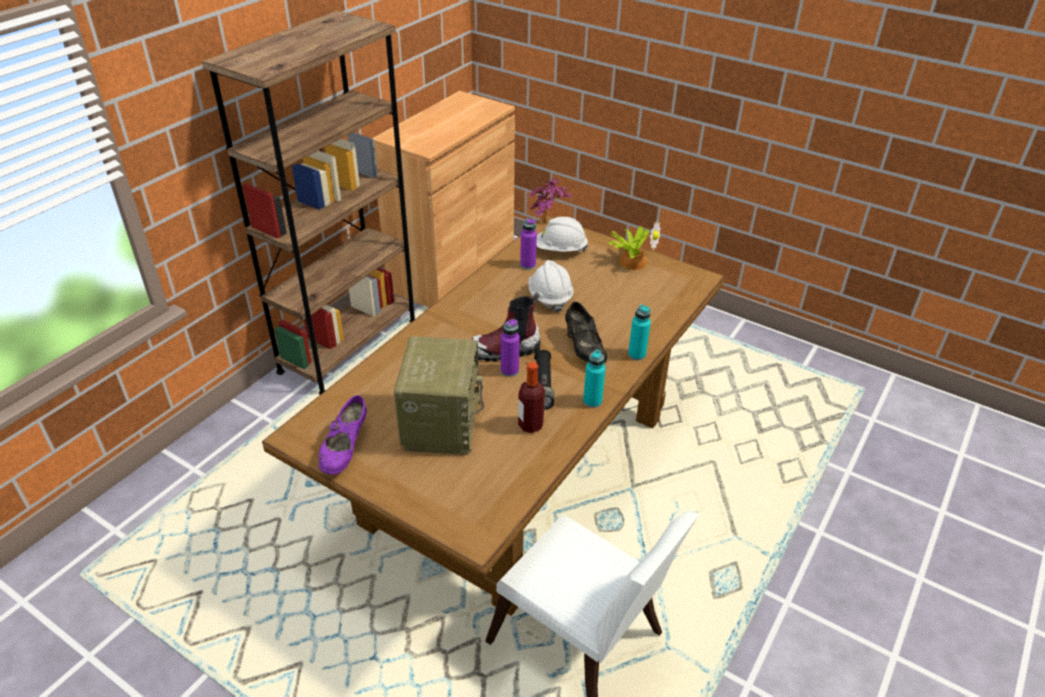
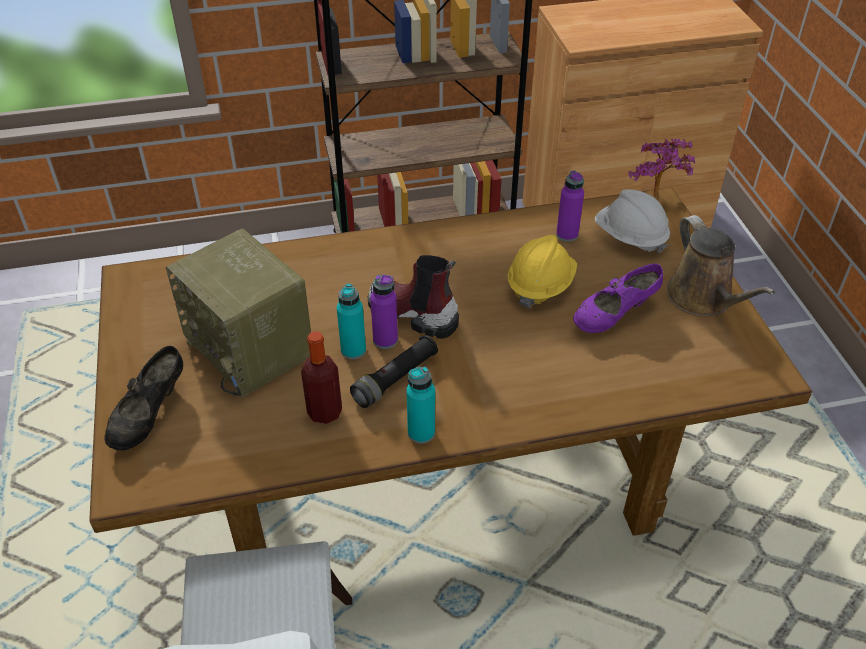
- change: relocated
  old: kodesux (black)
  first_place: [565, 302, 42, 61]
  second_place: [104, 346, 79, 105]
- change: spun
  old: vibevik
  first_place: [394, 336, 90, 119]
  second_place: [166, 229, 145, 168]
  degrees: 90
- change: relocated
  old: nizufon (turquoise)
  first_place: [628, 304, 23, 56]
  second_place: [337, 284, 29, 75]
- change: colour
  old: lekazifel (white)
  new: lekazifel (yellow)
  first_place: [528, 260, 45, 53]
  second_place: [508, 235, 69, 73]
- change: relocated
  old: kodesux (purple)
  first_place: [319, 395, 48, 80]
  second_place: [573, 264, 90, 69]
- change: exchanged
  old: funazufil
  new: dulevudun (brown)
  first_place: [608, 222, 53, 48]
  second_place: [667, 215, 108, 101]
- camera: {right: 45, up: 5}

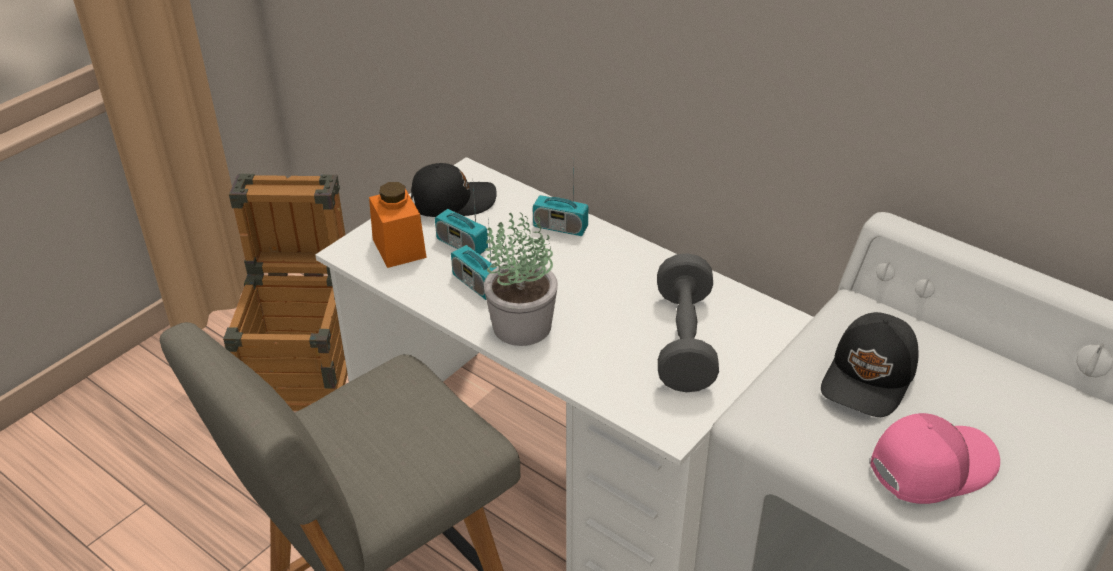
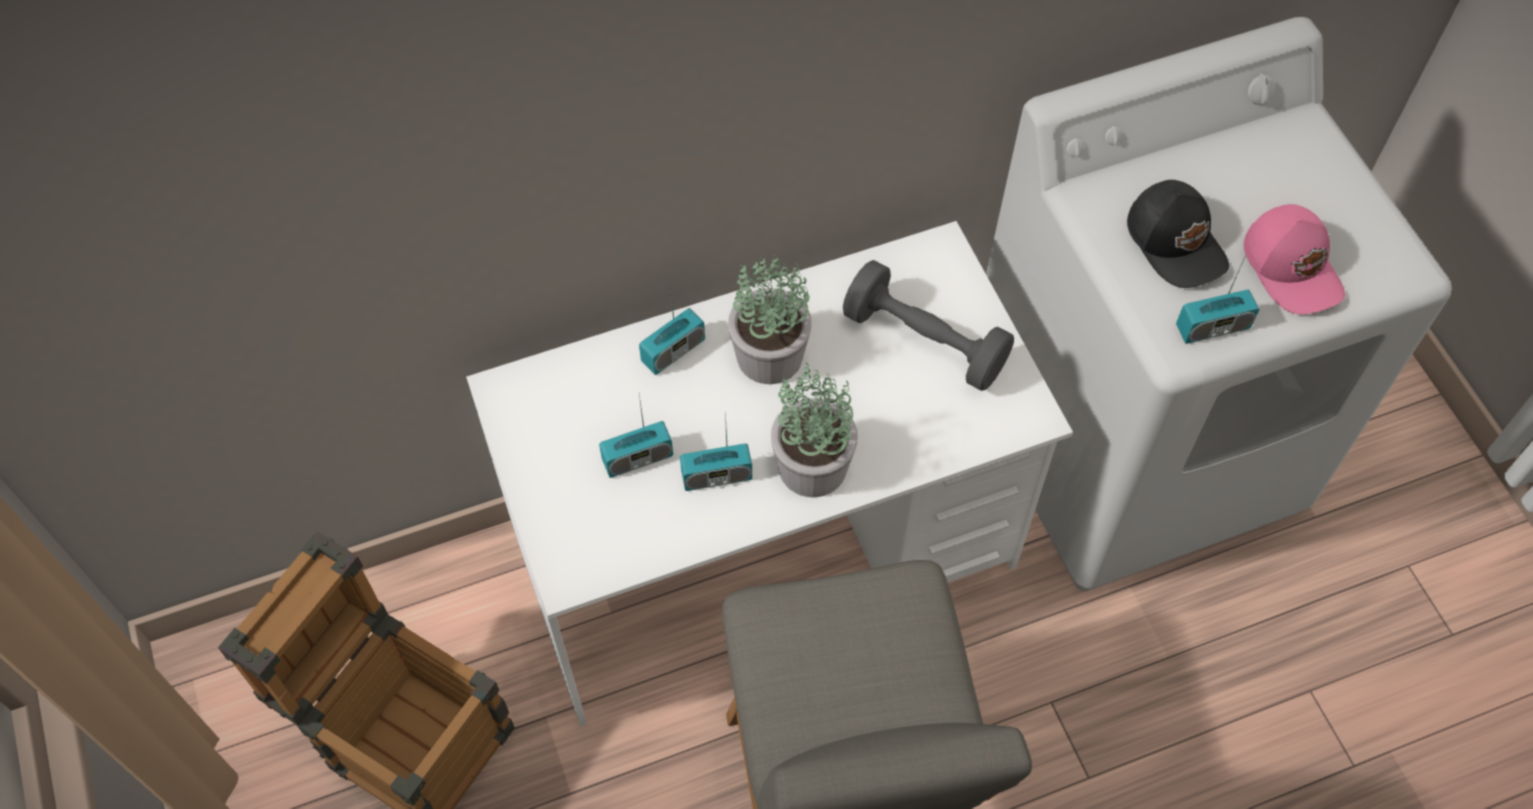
- change: appeared
  new: funazufil
  second_place: [728, 255, 84, 129]
- change: appeared
  new: vibevik
  second_place: [1176, 253, 83, 91]
- change: spun
  old: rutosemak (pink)
  first_place: [870, 413, 130, 91]
  second_place: [1244, 204, 101, 110]
  degrees: 150
- change: missing
  old: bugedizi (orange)
  first_place: [369, 182, 58, 86]
- change: missing
  old: rutosemak (black)
  first_place: [411, 163, 86, 54]
- camera: {right: -60, up: 20}

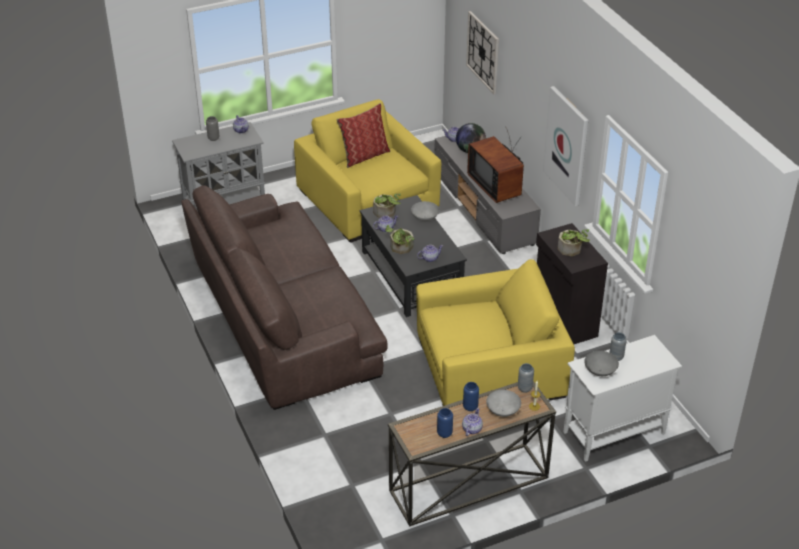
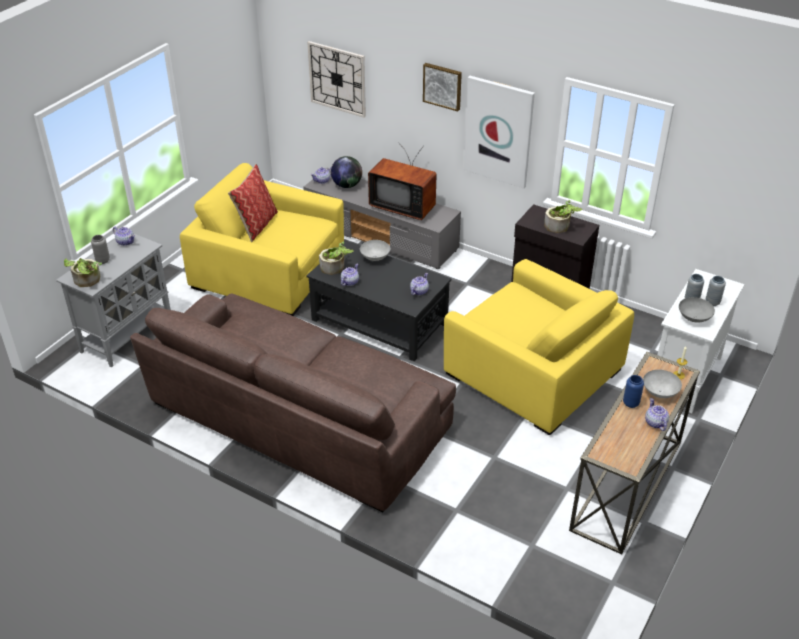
- change: relocated
  old: funazufil
  first_place: [386, 225, 28, 29]
  second_place: [64, 258, 38, 29]
- change: appeared
  new: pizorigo
  second_place: [423, 63, 39, 48]
- change: spun
  old: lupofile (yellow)
  first_place: [416, 259, 159, 147]
  second_place: [444, 259, 190, 176]
  degrees: 90
- change: relocated
  old: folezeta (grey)
  first_place: [518, 363, 16, 30]
  second_place: [706, 276, 20, 30]
- change: missing
  old: folezeta (blue)
  first_place: [437, 408, 16, 30]
- camera: {right: -35, up: 0}

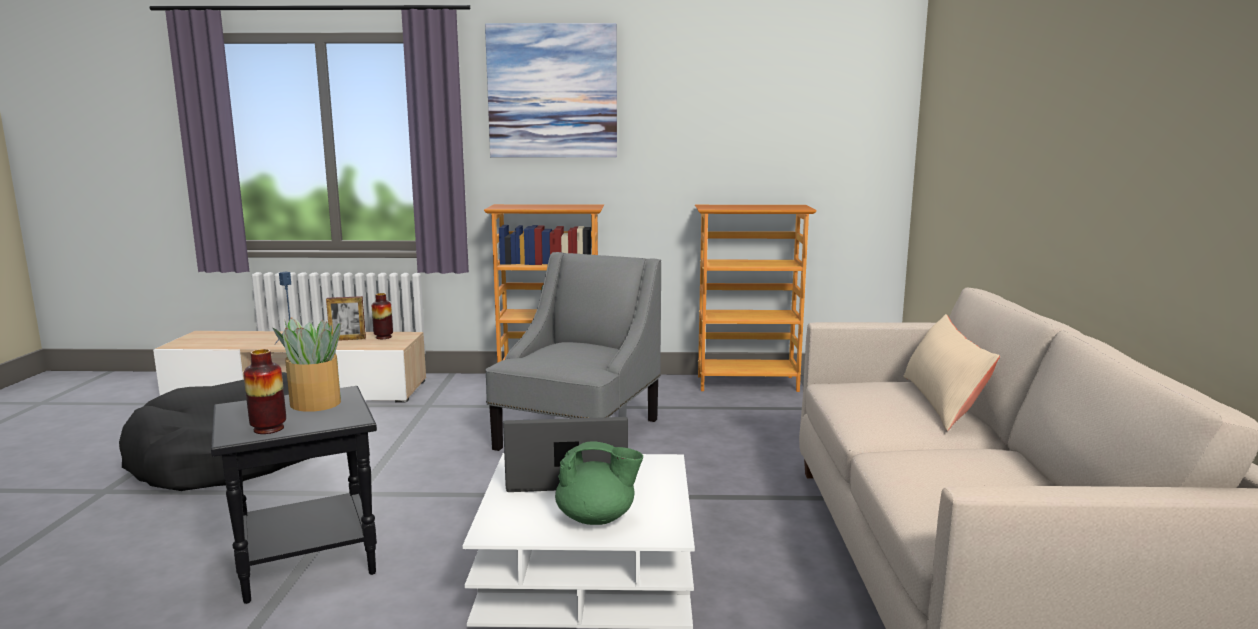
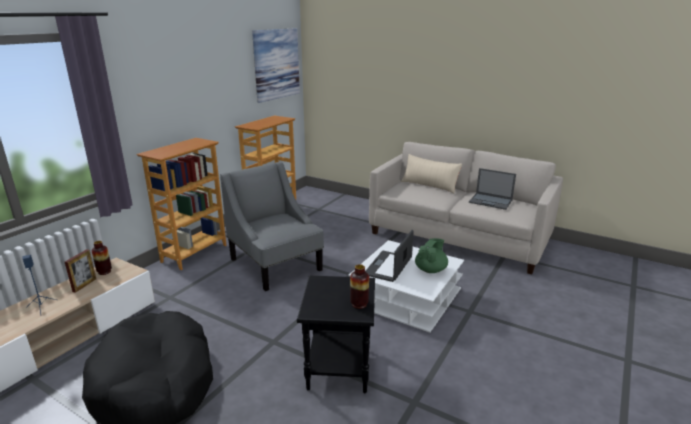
- change: relocated
  old: pizorigo
  first_place: [485, 23, 132, 135]
  second_place: [252, 28, 48, 75]
- change: appeared
  new: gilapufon
  second_place: [469, 168, 47, 42]
- change: missing
  old: funazufil
  first_place: [273, 317, 68, 95]
- camera: {right: -60, up: 10}

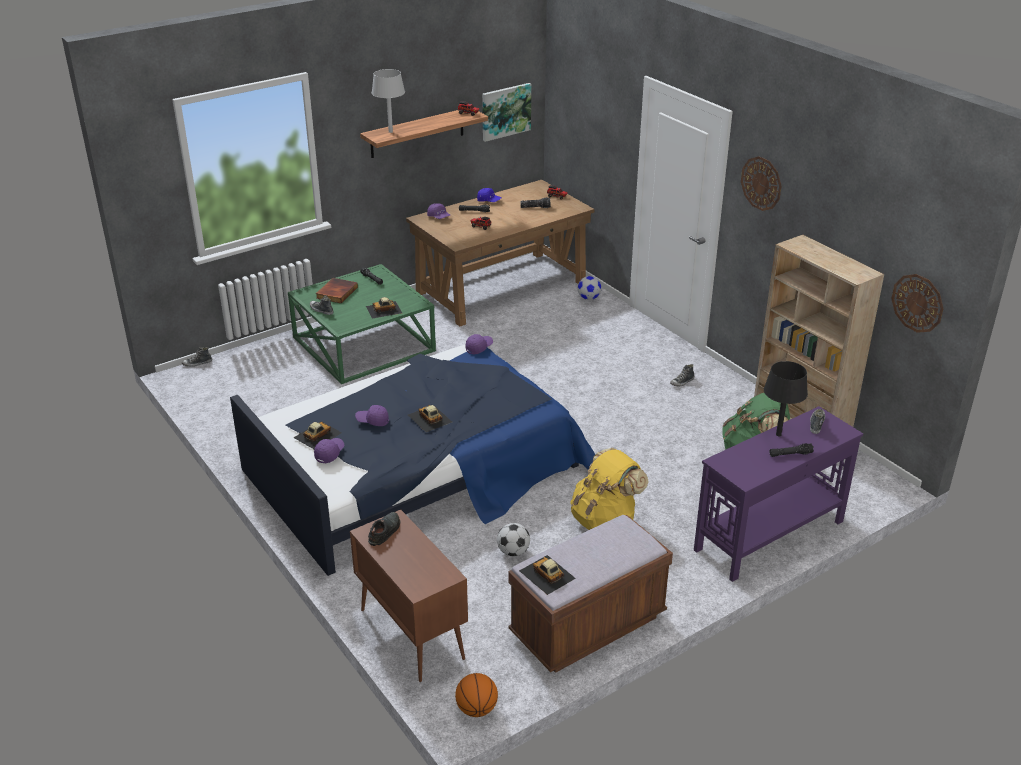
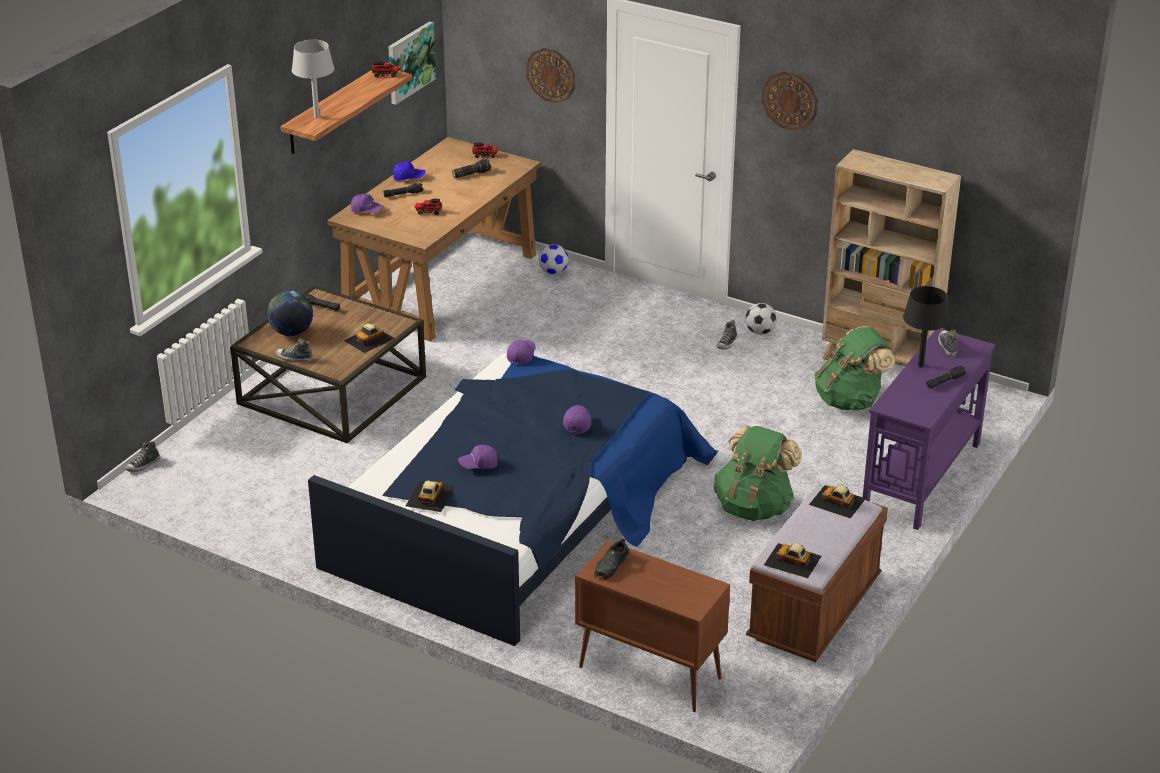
- change: colour
  old: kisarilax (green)
  new: kisarilax (brown)
  first_place: [288, 264, 148, 120]
  second_place: [230, 285, 196, 158]
- change: exchanged
  old: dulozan
  new: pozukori
  first_place: [316, 278, 42, 25]
  second_place: [267, 291, 46, 45]
- change: relocated
  old: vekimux
  first_place: [891, 274, 53, 59]
  second_place: [526, 48, 49, 55]
- change: relocated
  old: rutosemak (purple)
  first_place: [314, 438, 31, 26]
  second_place: [563, 405, 29, 29]
- change: spun
  old: kodesux (black)
  first_place: [368, 512, 32, 34]
  second_place: [594, 538, 35, 42]
  degrees: -150
- change: colour
  old: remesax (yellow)
  new: remesax (green)
  first_place: [570, 448, 79, 82]
  second_place: [714, 425, 88, 96]
- change: relocated
  old: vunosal
  first_place: [497, 523, 33, 33]
  second_place: [745, 303, 32, 32]
- change: relocated
  old: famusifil
  first_place: [408, 405, 44, 27]
  second_place: [809, 484, 57, 35]
- change: missing
  old: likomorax
  first_place: [455, 673, 43, 44]
- camera: {right: -25, up: 0}

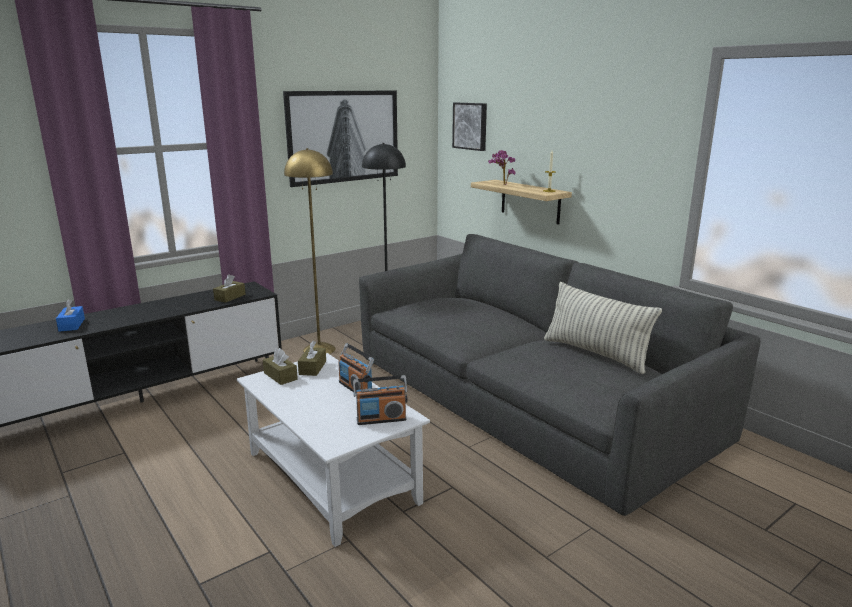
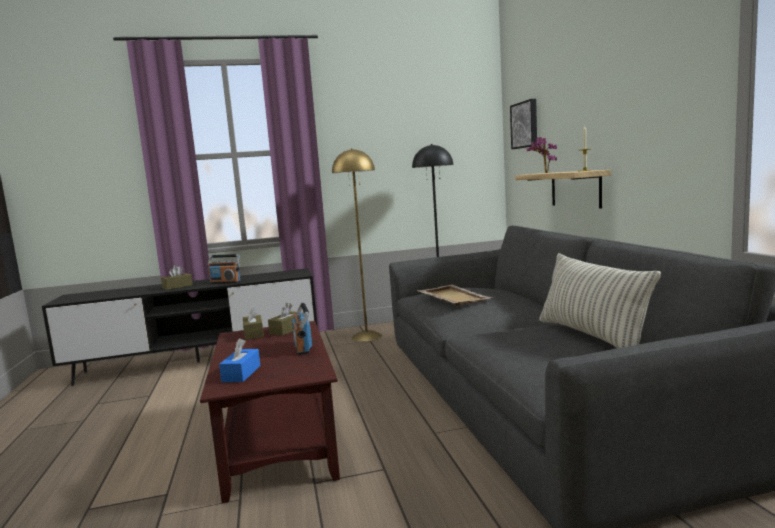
- change: relocated
  old: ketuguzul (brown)
  first_place: [213, 274, 33, 29]
  second_place: [161, 265, 32, 25]
- change: colour
  old: kisarilax (white)
  new: kisarilax (brown)
  first_place: [237, 353, 193, 194]
  second_place: [200, 321, 140, 182]
- change: relocated
  old: vibevik
  first_place: [353, 375, 55, 50]
  second_place: [208, 254, 33, 30]
- change: relocated
  old: ketuguzul (blue)
  first_place: [56, 299, 29, 33]
  second_place: [219, 338, 41, 44]
- change: appeared
  new: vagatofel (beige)
  second_place: [417, 285, 76, 21]
- change: missing
  old: pizorigo
  first_place: [283, 90, 115, 97]
- camera: {right: 25, up: -10}

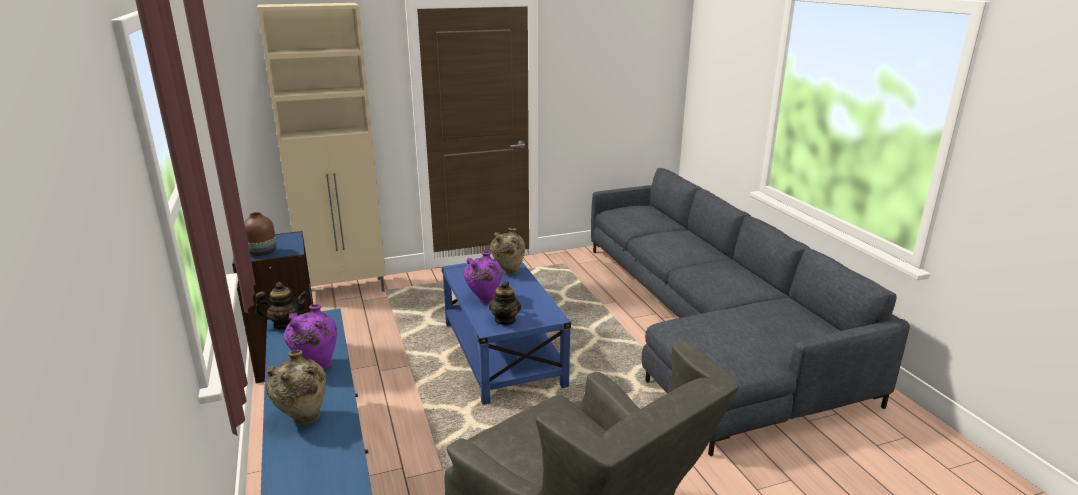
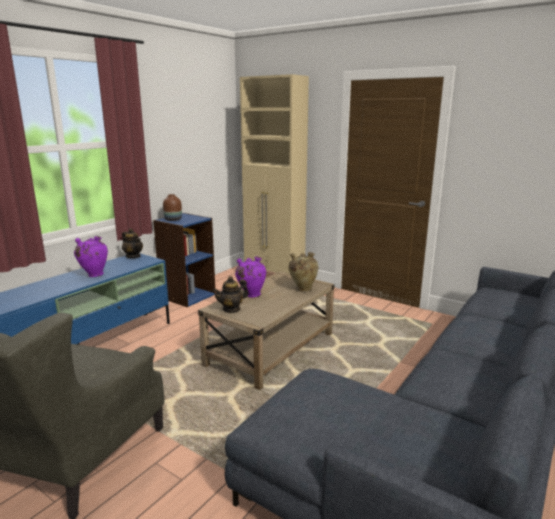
- change: colour
  old: kisarilax (blue)
  new: kisarilax (beige)
  first_place: [441, 259, 130, 146]
  second_place: [198, 271, 137, 119]
- change: missing
  old: folezeta (beige)
  first_place: [266, 350, 60, 75]
- camera: {right: 55, up: -5}

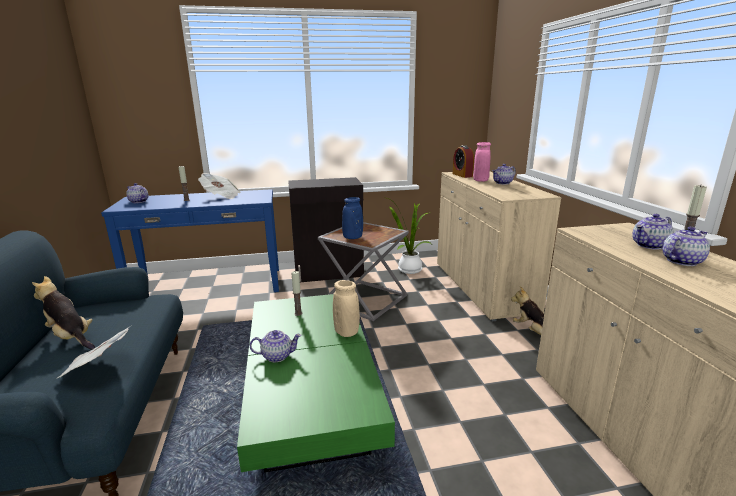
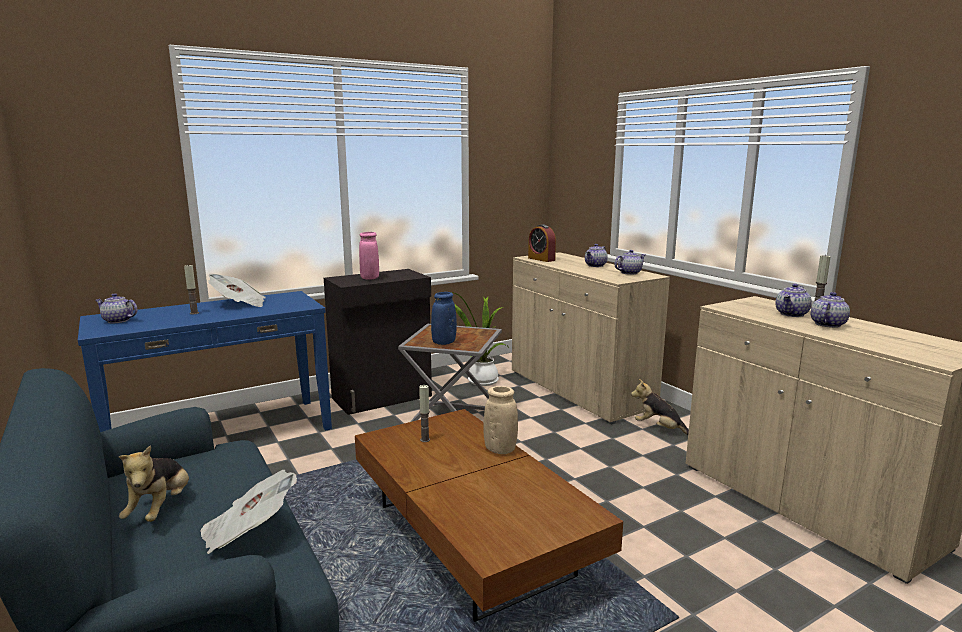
- change: spun
  old: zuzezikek
  first_place: [32, 276, 63, 73]
  second_place: [119, 445, 70, 77]
  degrees: -105
- change: colour
  old: kisarilax (green)
  new: kisarilax (brown)
  first_place: [237, 294, 158, 179]
  second_place: [355, 409, 268, 213]
- change: relocated
  old: folezeta (pink)
  first_place: [473, 142, 18, 40]
  second_place: [359, 232, 20, 48]
- change: relocated
  old: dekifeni
  first_place: [250, 330, 51, 32]
  second_place: [615, 250, 30, 25]
- camera: {right: -20, up: -5}

